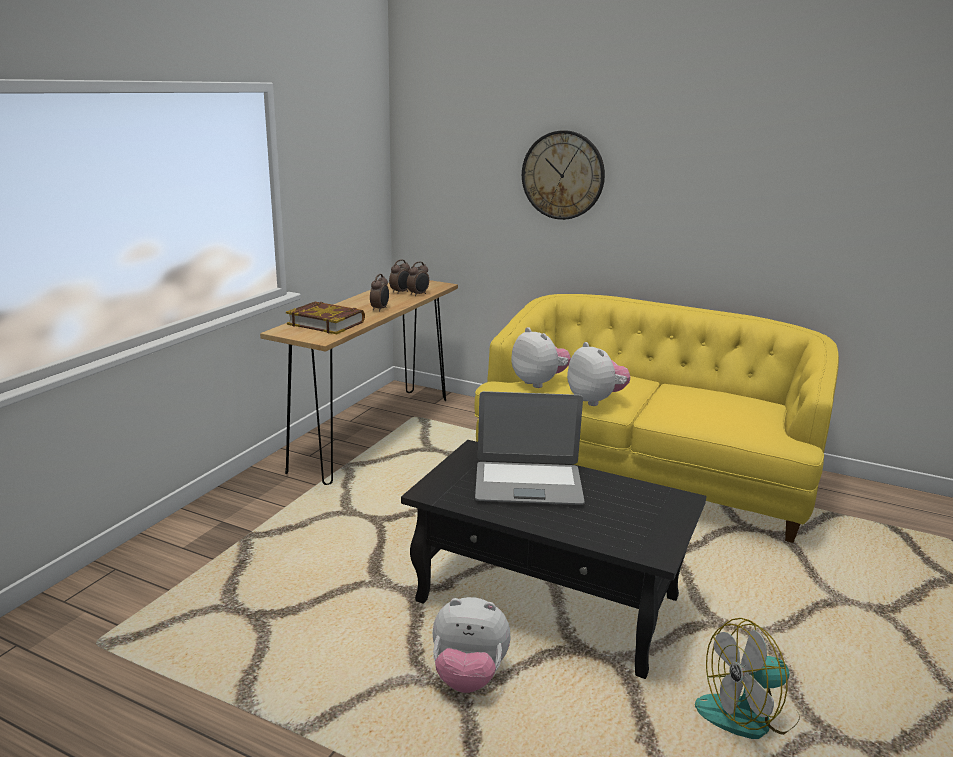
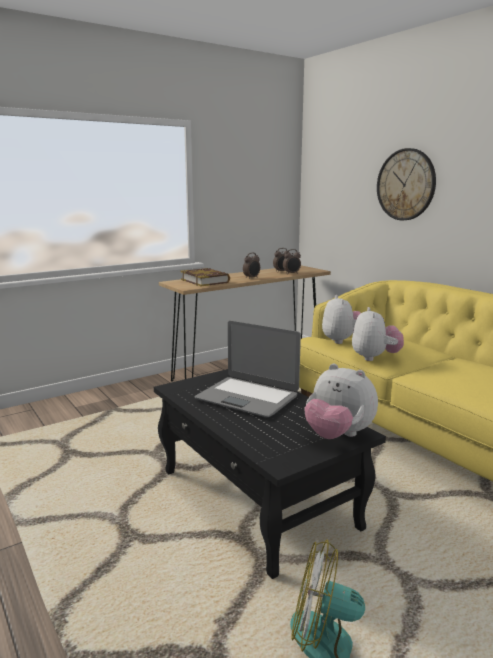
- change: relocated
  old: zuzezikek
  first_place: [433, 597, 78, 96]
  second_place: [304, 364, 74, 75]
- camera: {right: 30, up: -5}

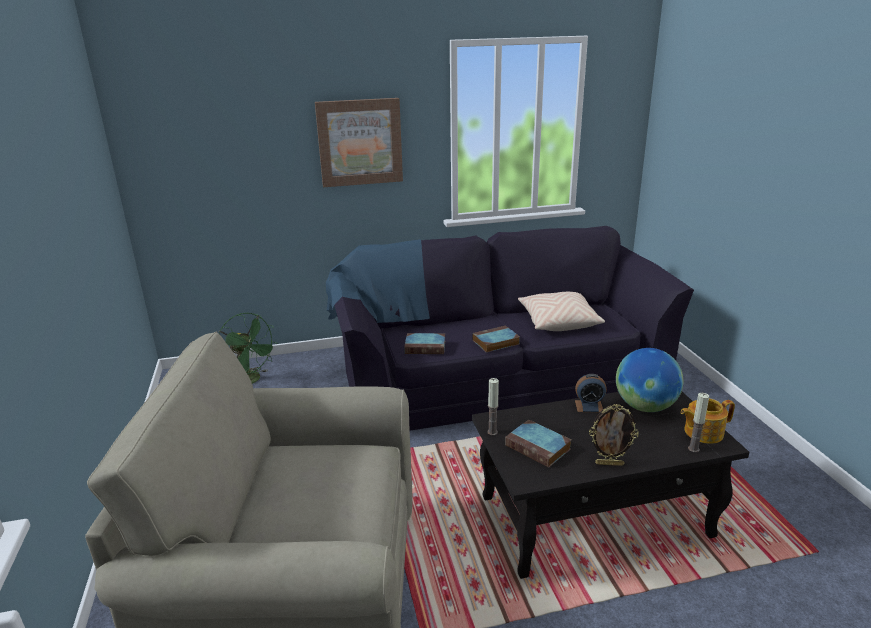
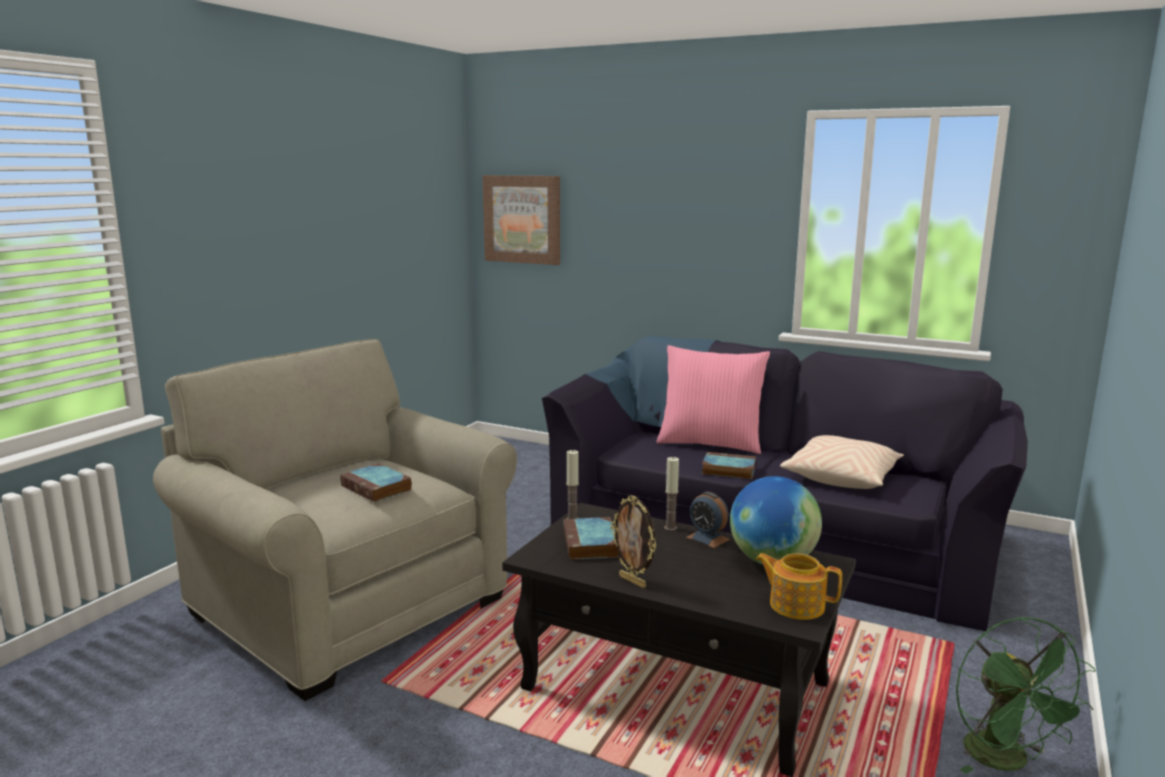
- change: relocated
  old: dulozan
  first_place: [404, 333, 41, 21]
  second_place: [340, 463, 72, 39]
- change: relocated
  old: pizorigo
  first_place: [315, 98, 88, 89]
  second_place: [483, 175, 77, 90]
- change: appeared
  new: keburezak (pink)
  second_place: [657, 345, 113, 109]
- change: relocated
  old: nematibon
  first_place: [688, 393, 21, 59]
  second_place: [664, 457, 15, 74]
- change: relocated
  old: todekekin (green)
  first_place: [219, 313, 59, 71]
  second_place: [956, 616, 139, 158]
- camera: {right: 40, up: -10}

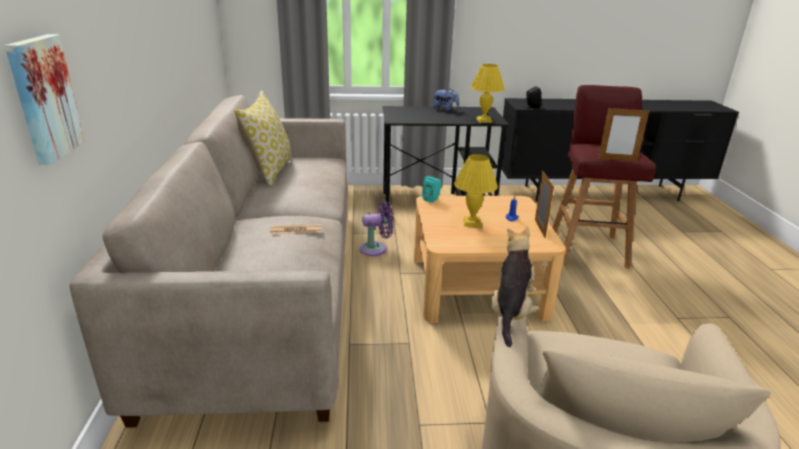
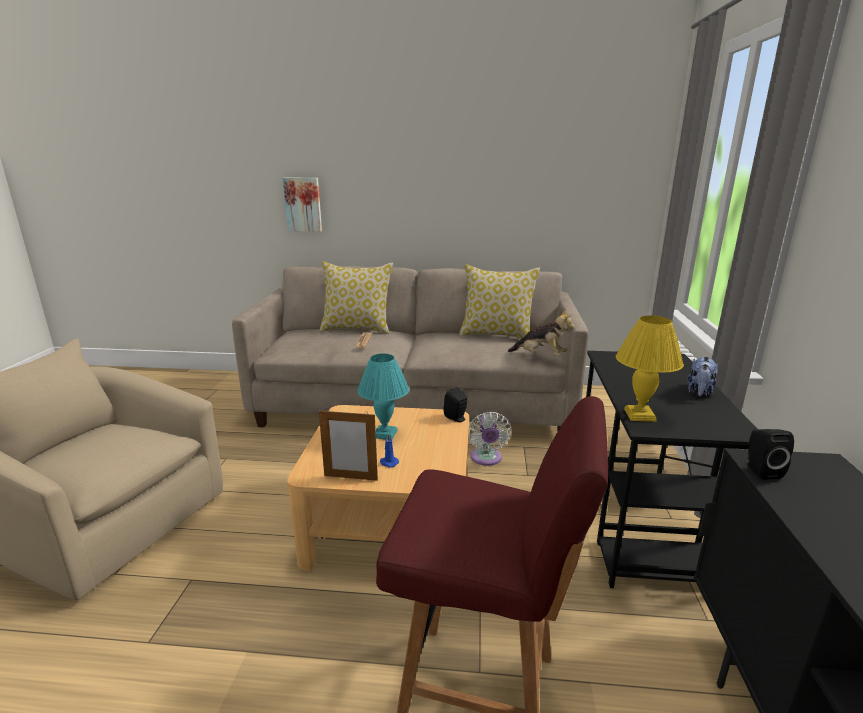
- change: appeared
  new: keburezak
  second_place: [320, 261, 73, 73]
- change: colour
  old: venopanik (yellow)
  new: venopanik (turquoise)
  first_place: [454, 154, 44, 73]
  second_place: [357, 353, 52, 86]
- change: colour
  old: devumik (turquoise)
  new: devumik (black)
  first_place: [422, 176, 19, 27]
  second_place: [444, 387, 23, 35]
- change: colour
  old: todekekin (purple)
  new: todekekin (white)
  first_place: [359, 201, 34, 55]
  second_place: [468, 412, 43, 54]
- change: relocated
  old: zuzezikek
  first_place: [492, 227, 47, 120]
  second_place: [508, 309, 67, 47]
- change: missing
  old: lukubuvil
  first_place: [598, 108, 51, 53]
- camera: {right: 100, up: -5}

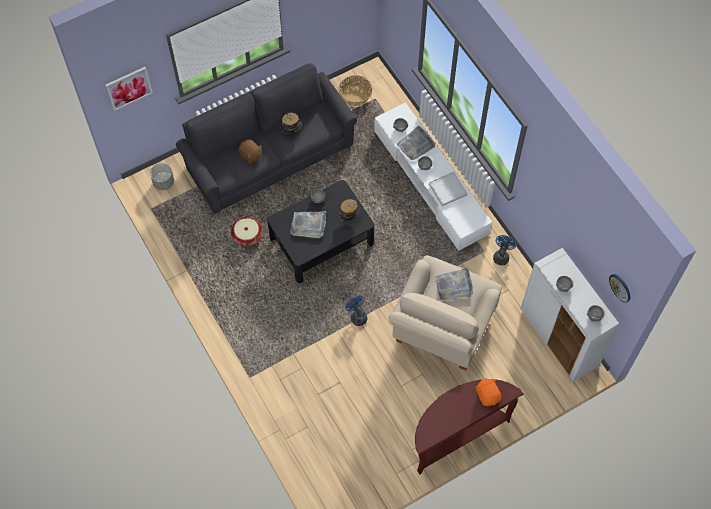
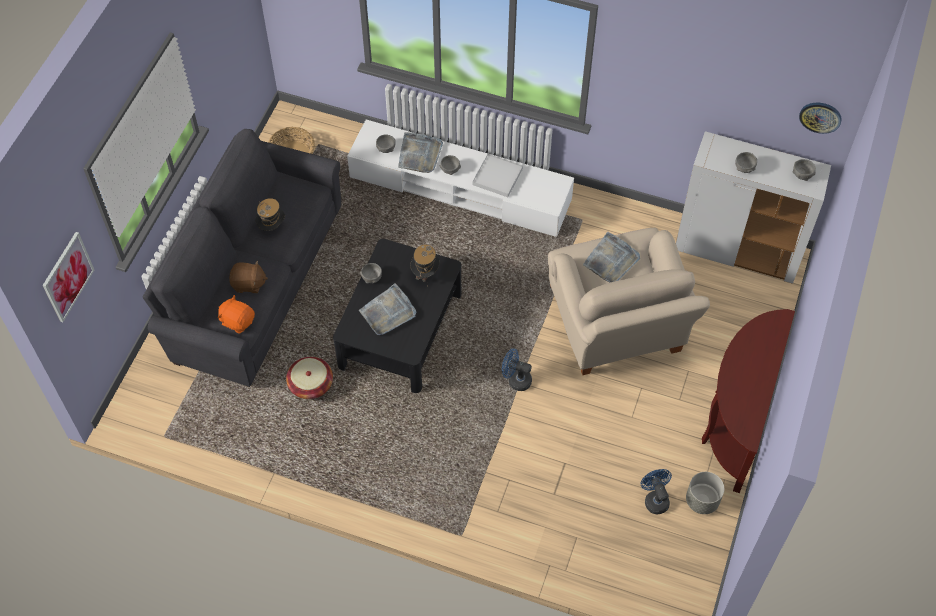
- change: relocated
  old: zuzezikek (orange)
  first_place: [476, 379, 25, 27]
  second_place: [218, 295, 37, 38]
- change: relocated
  old: todekekin (blue)
  first_place: [493, 235, 23, 30]
  second_place: [641, 469, 31, 45]
- change: relocated
  old: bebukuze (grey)
  first_place: [150, 163, 24, 27]
  second_place: [686, 472, 38, 42]
- camera: {right: -40, up: -5}

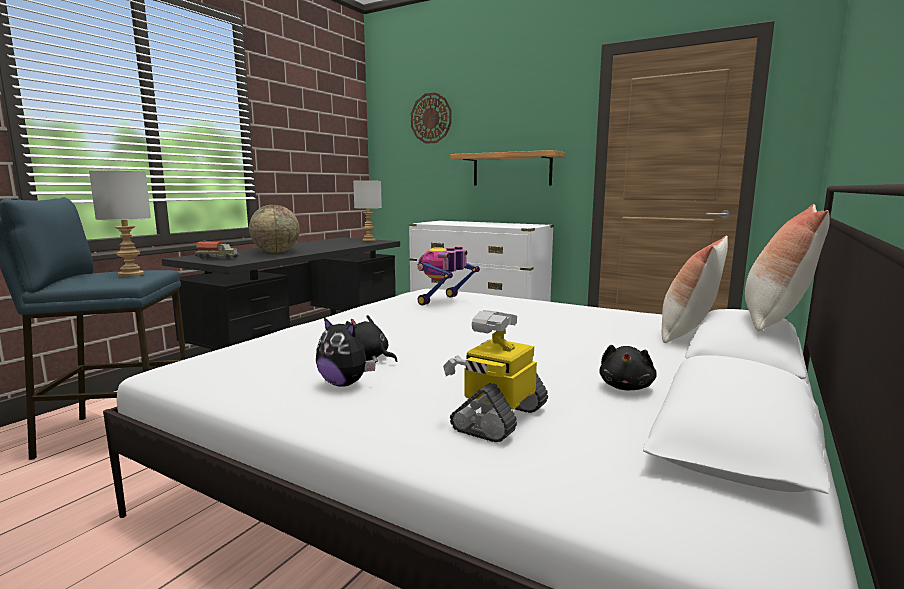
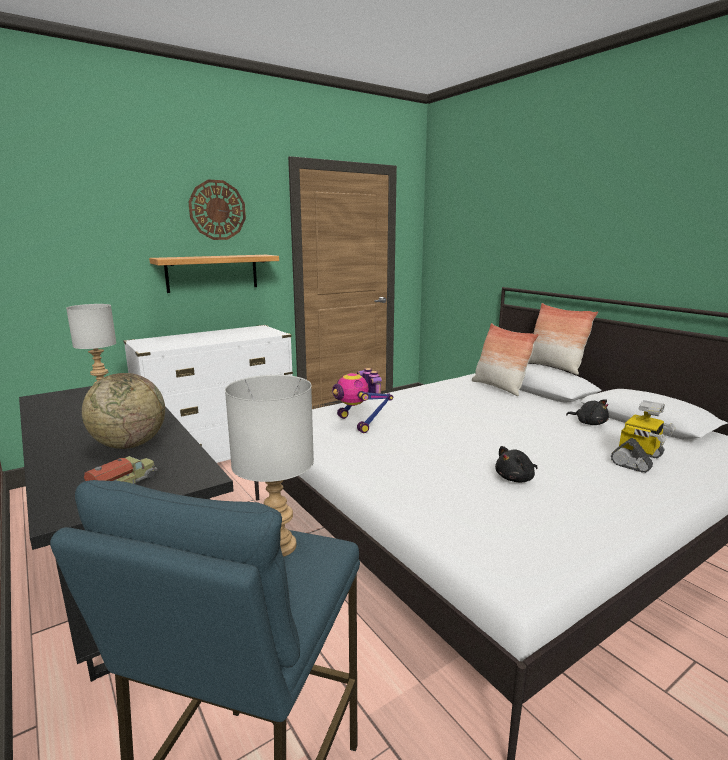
- change: relocated
  old: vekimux
  first_place: [411, 92, 40, 52]
  second_place: [188, 179, 58, 61]
- change: spun
  old: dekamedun
  first_place: [443, 310, 105, 132]
  second_place: [611, 400, 65, 73]
  degrees: -105
- change: missing
  old: zuzezikek
  first_place: [316, 317, 60, 70]
- camera: {right: -65, up: 5}

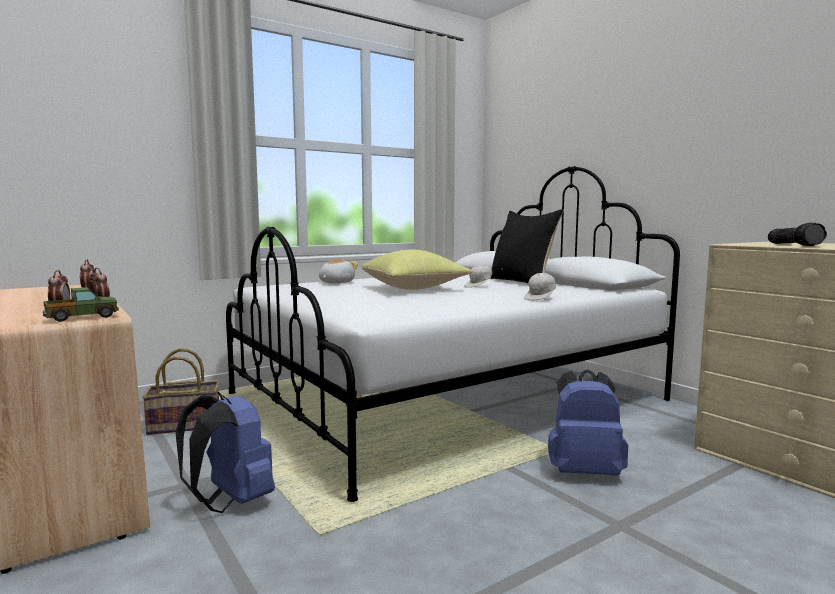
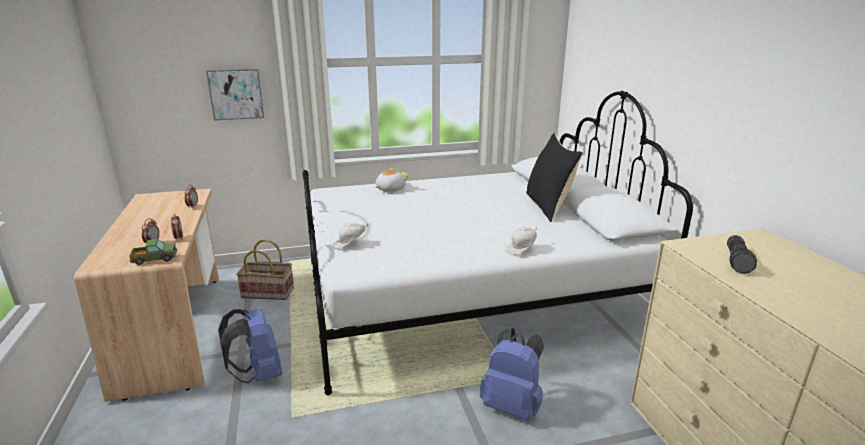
- change: appeared
  new: pizorigo
  second_place: [206, 69, 58, 52]
- change: relocated
  old: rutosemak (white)
  first_place: [464, 265, 28, 23]
  second_place: [333, 223, 36, 26]
- change: missing
  old: keburezak (yellow)
  first_place: [362, 250, 111, 40]
- camera: {right: 20, up: 15}

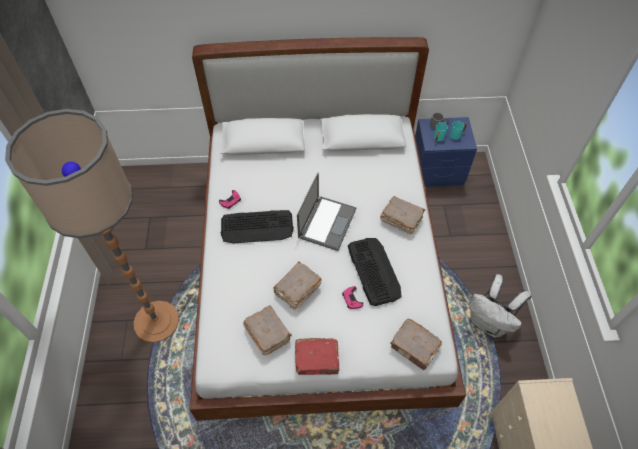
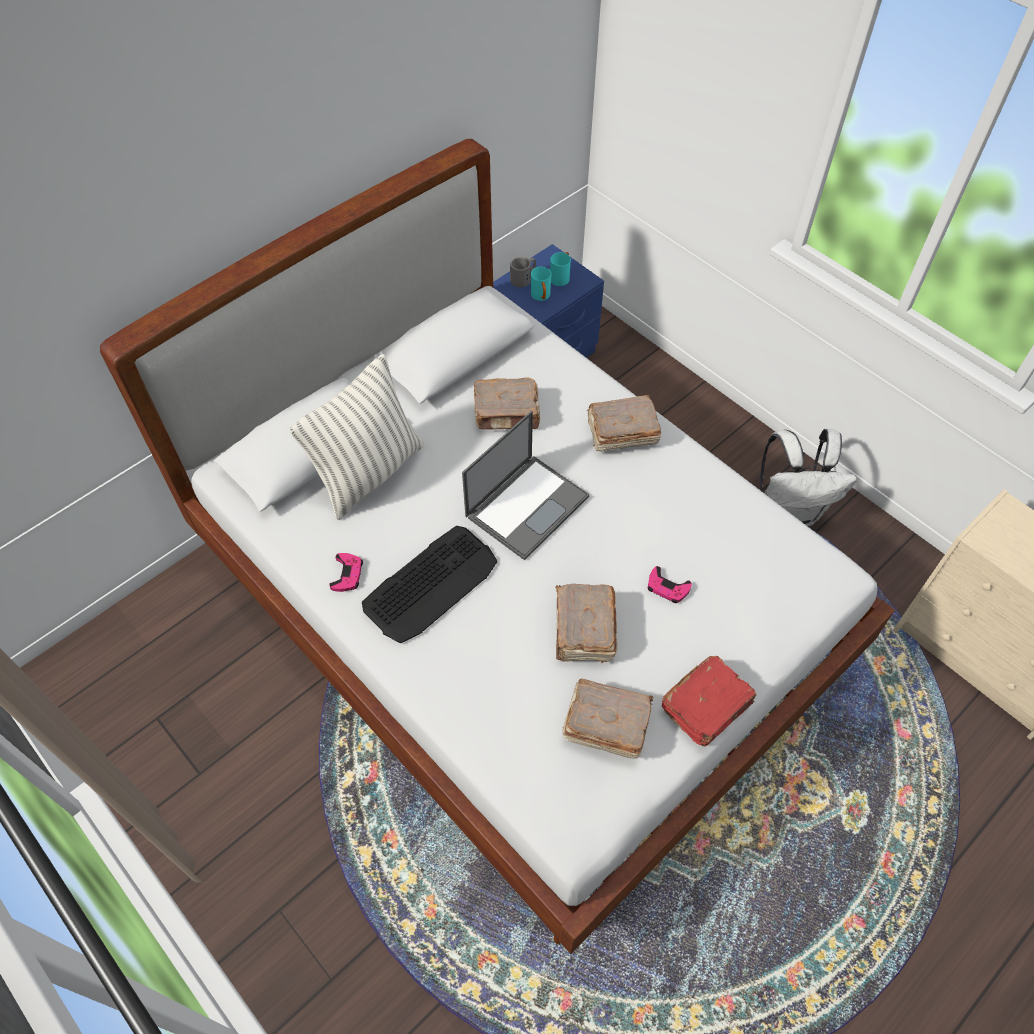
- change: appeared
  new: keburezak
  second_place: [289, 354, 135, 166]
- change: spun
  old: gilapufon
  first_place: [297, 173, 60, 78]
  second_place: [462, 411, 127, 149]
  degrees: 60
- change: relocated
  old: dulozan (brown)
  first_place: [390, 319, 52, 51]
  second_place: [474, 377, 67, 53]
- change: missing
  old: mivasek
  first_place: [5, 109, 174, 234]
- change: missing
  old: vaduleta
  first_place: [348, 238, 54, 68]
- camera: {right: -40, up: 0}

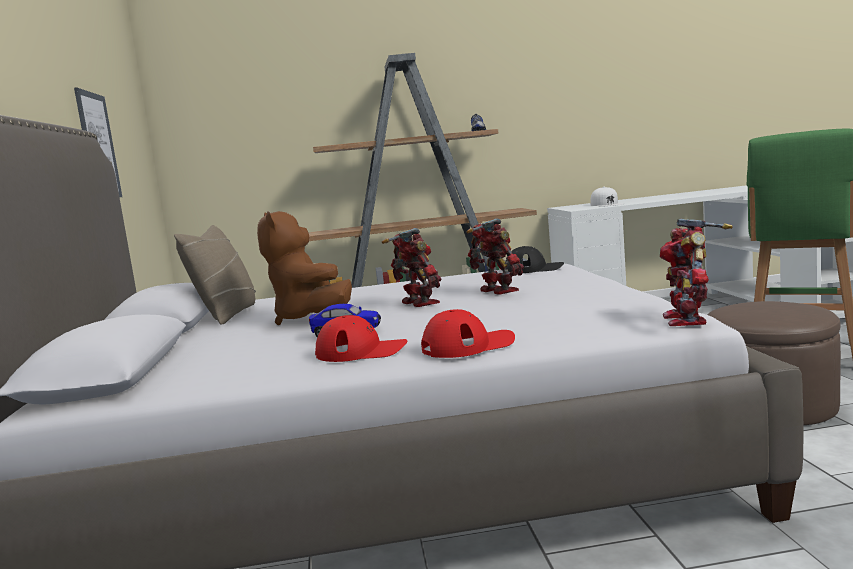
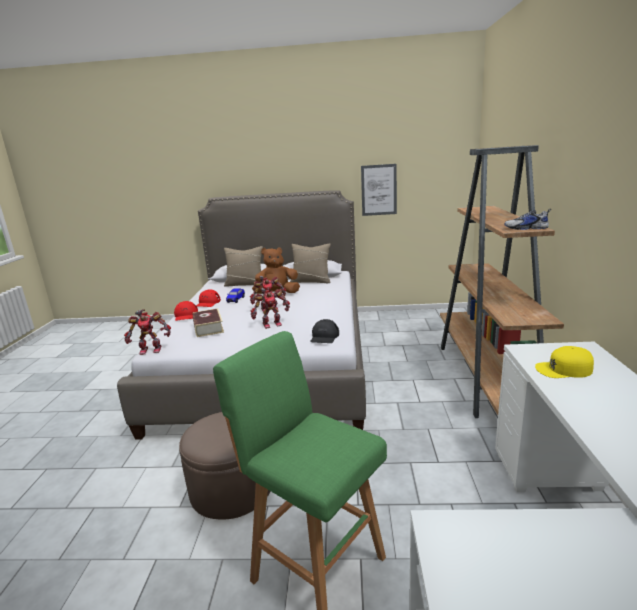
- change: spun
  old: dekamedun
  first_place: [660, 218, 73, 108]
  second_place: [124, 309, 47, 46]
  degrees: 150
- change: appeared
  new: dulozan
  second_place: [193, 308, 31, 29]
- change: appeared
  new: keburezak (beige)
  second_place: [224, 246, 39, 41]
- change: colour
  old: rutosemak (white)
  new: rutosemak (yellow)
  first_place: [591, 187, 33, 19]
  second_place: [535, 346, 59, 32]
- camera: {right: 100, up: 10}

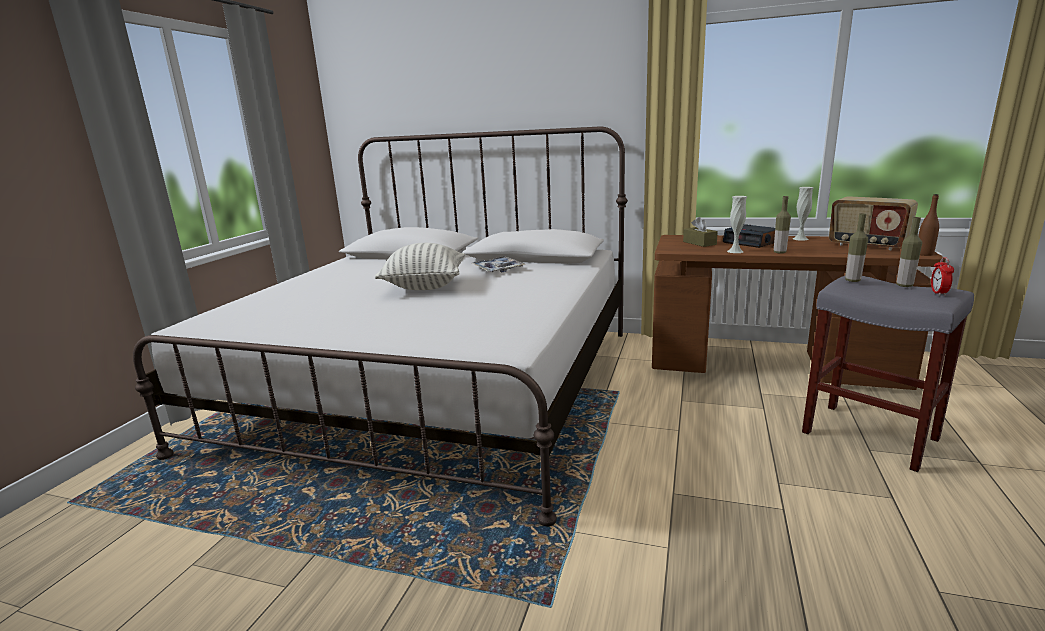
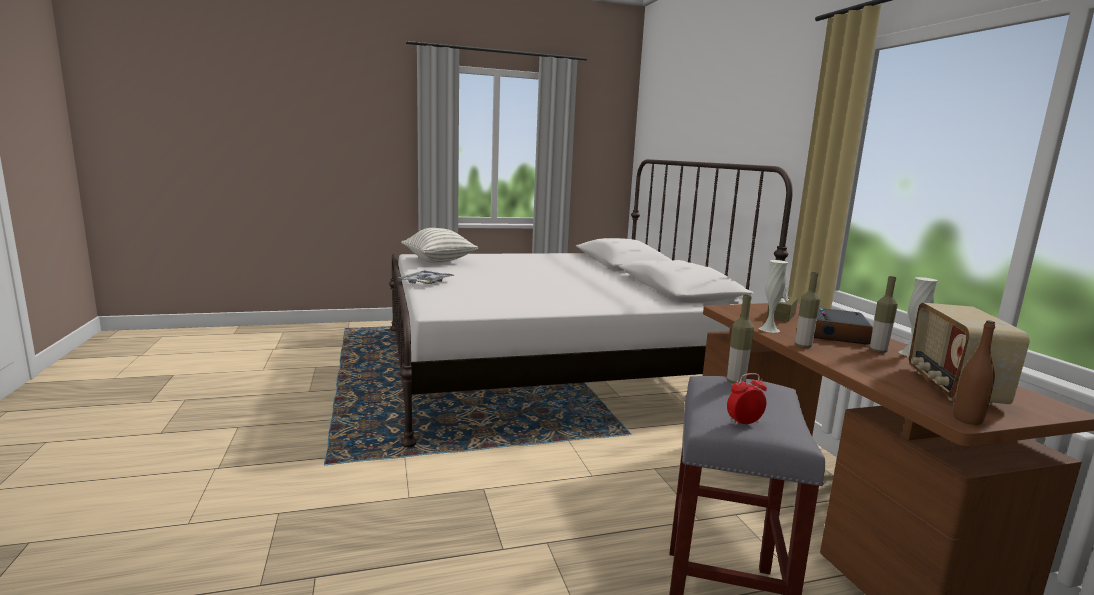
- change: relocated
  old: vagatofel
  first_place: [472, 256, 52, 16]
  second_place: [399, 270, 56, 14]
- change: relocated
  old: keburezak
  first_place: [375, 243, 90, 47]
  second_place: [401, 228, 77, 35]
- change: relocated
  old: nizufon
  first_place: [896, 217, 26, 70]
  second_place: [870, 276, 28, 77]
- camera: {right: 55, up: -5}

